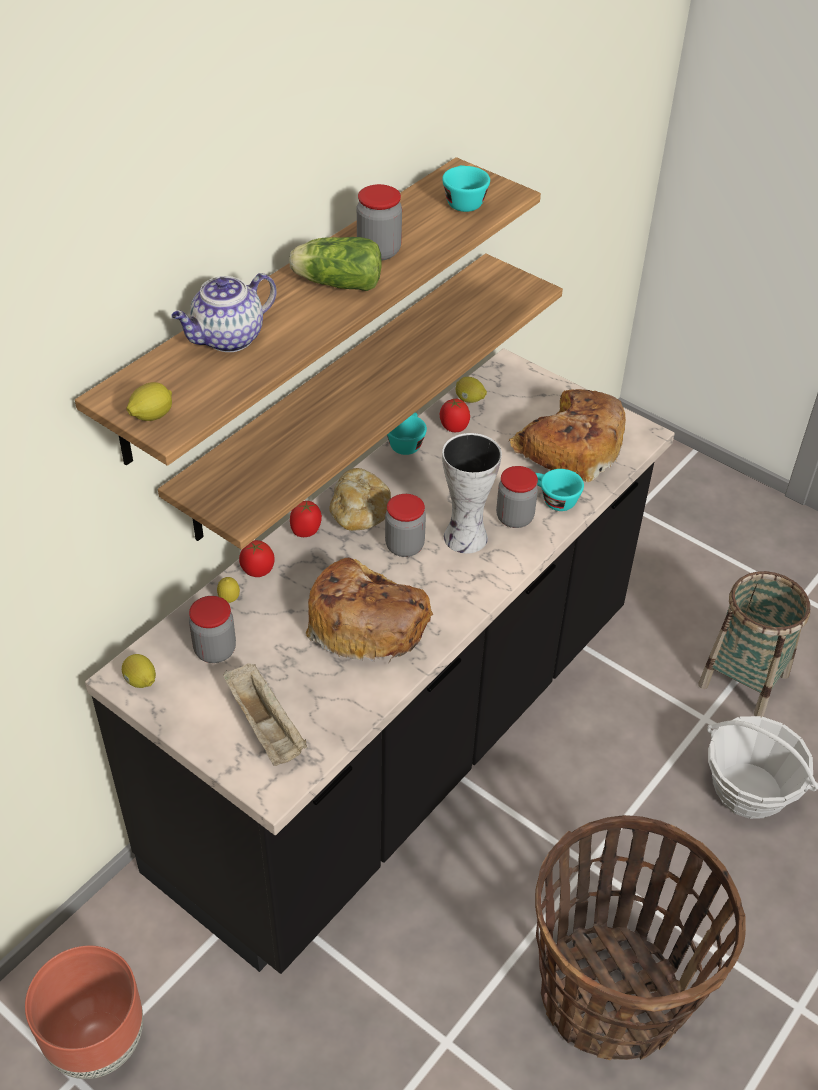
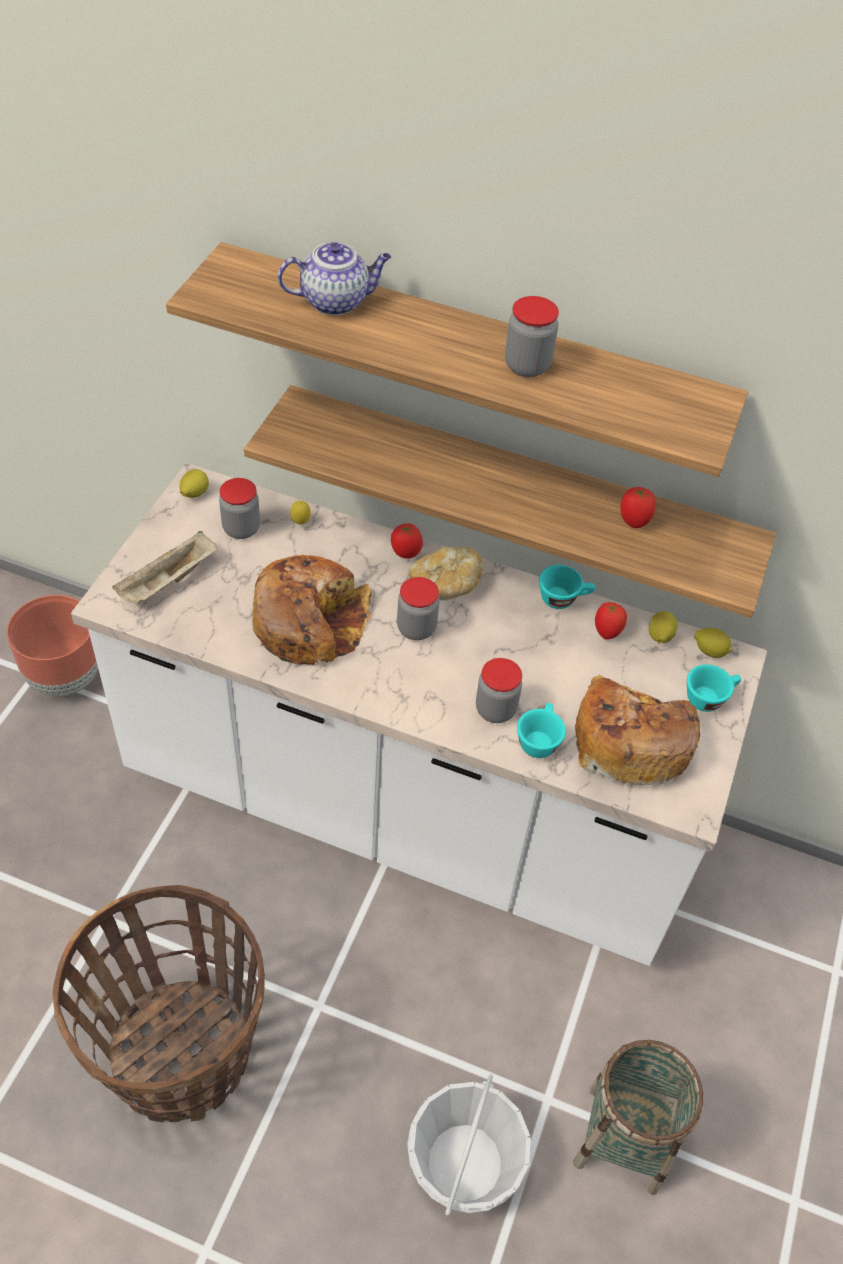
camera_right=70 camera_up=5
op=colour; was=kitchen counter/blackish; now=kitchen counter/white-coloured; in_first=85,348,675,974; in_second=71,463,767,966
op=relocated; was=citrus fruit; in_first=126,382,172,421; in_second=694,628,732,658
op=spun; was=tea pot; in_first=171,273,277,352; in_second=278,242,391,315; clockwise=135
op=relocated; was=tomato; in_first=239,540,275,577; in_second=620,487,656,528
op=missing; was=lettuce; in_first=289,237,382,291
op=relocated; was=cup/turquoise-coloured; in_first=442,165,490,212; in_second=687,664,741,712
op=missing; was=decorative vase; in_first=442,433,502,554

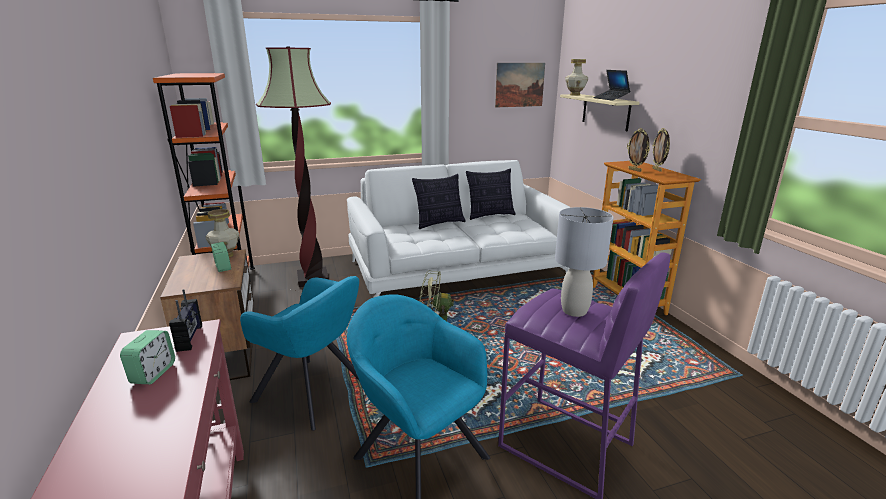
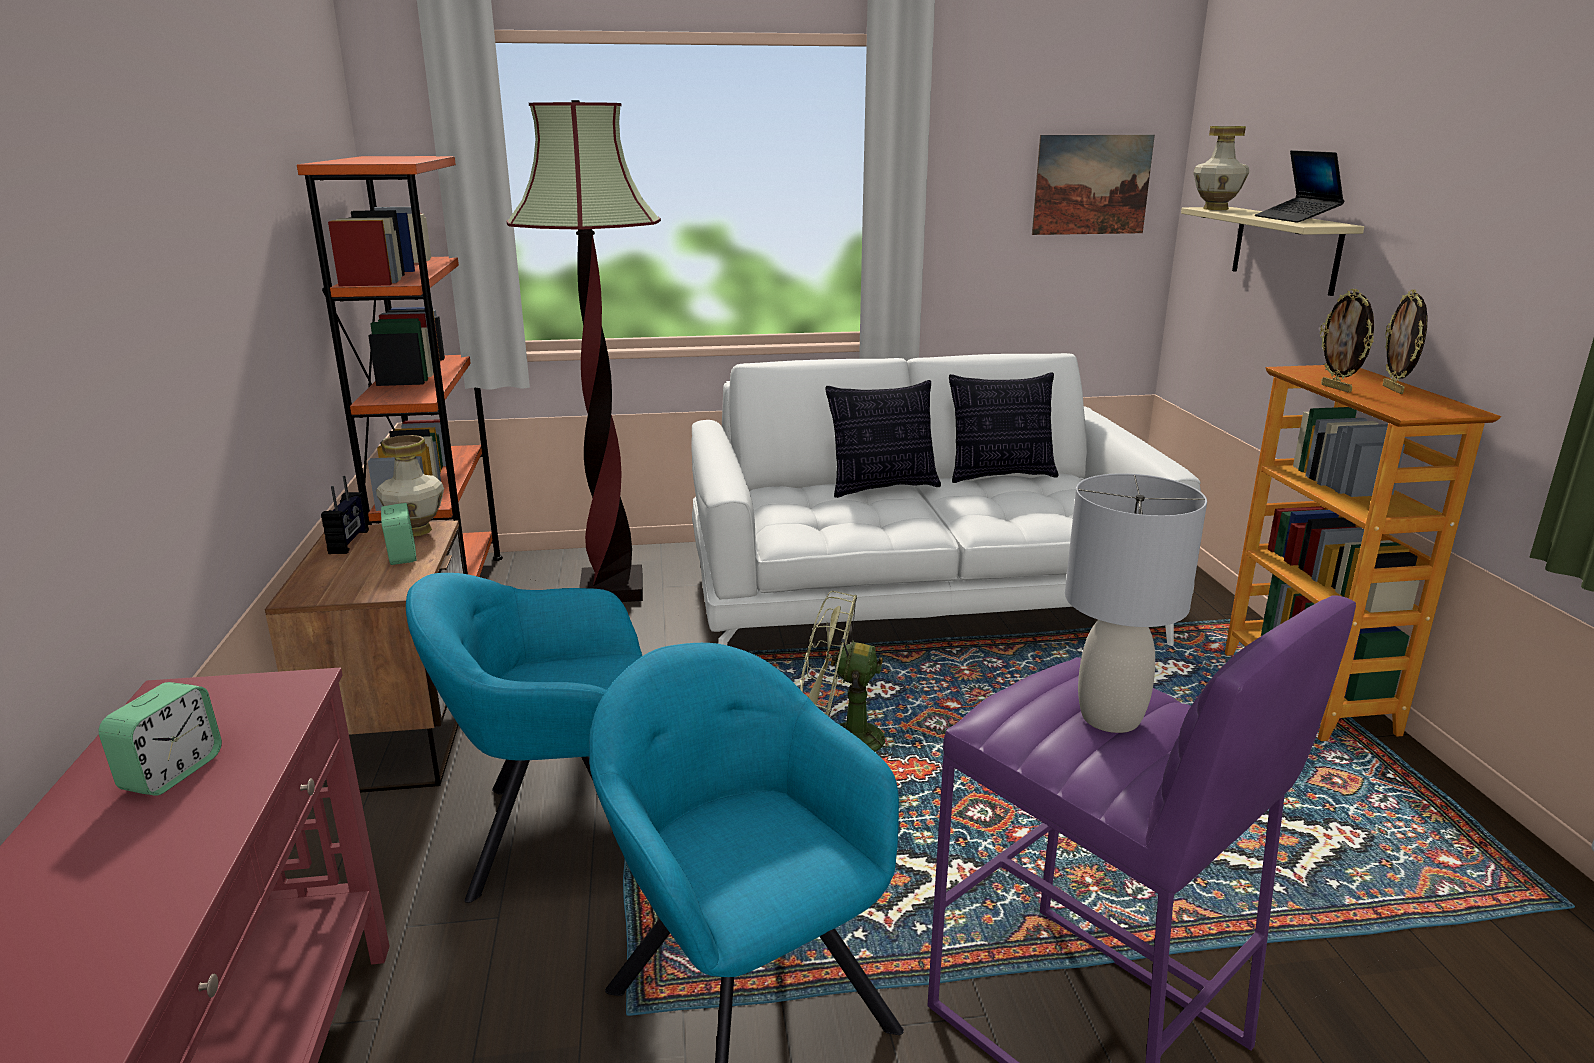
camera_right=10 camera_up=0
op=relocated; was=radio; in_first=169,289,202,352; in_second=321,476,369,554
op=spun; was=easy chair/turquoise-coloured; in_first=240,276,359,431; in_second=406,573,642,903; clockwise=135

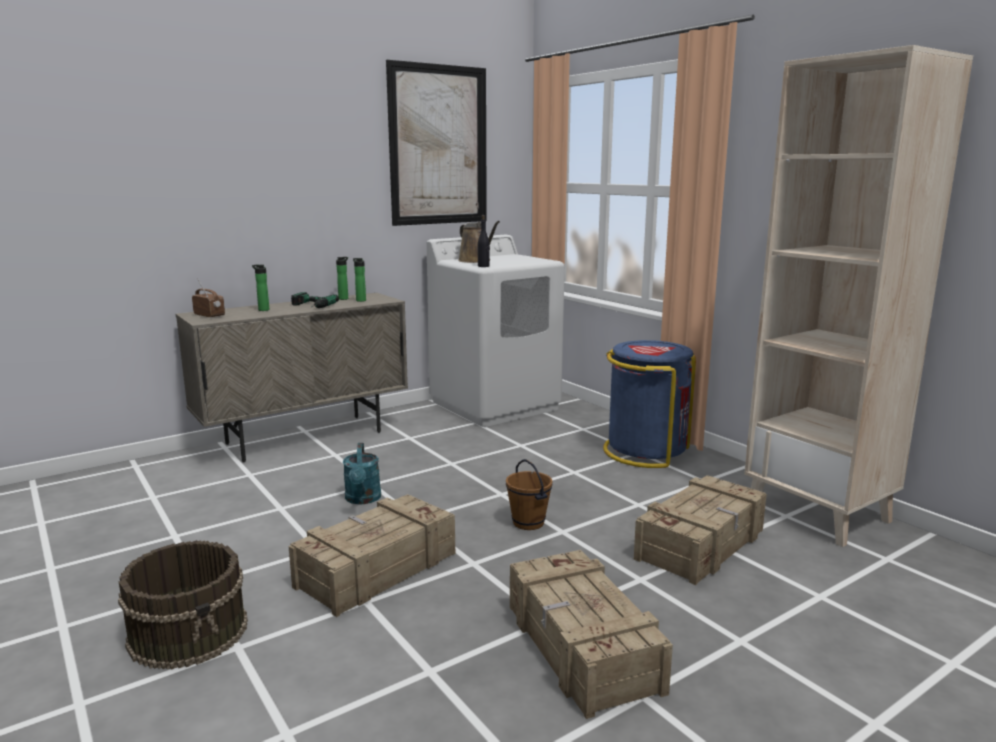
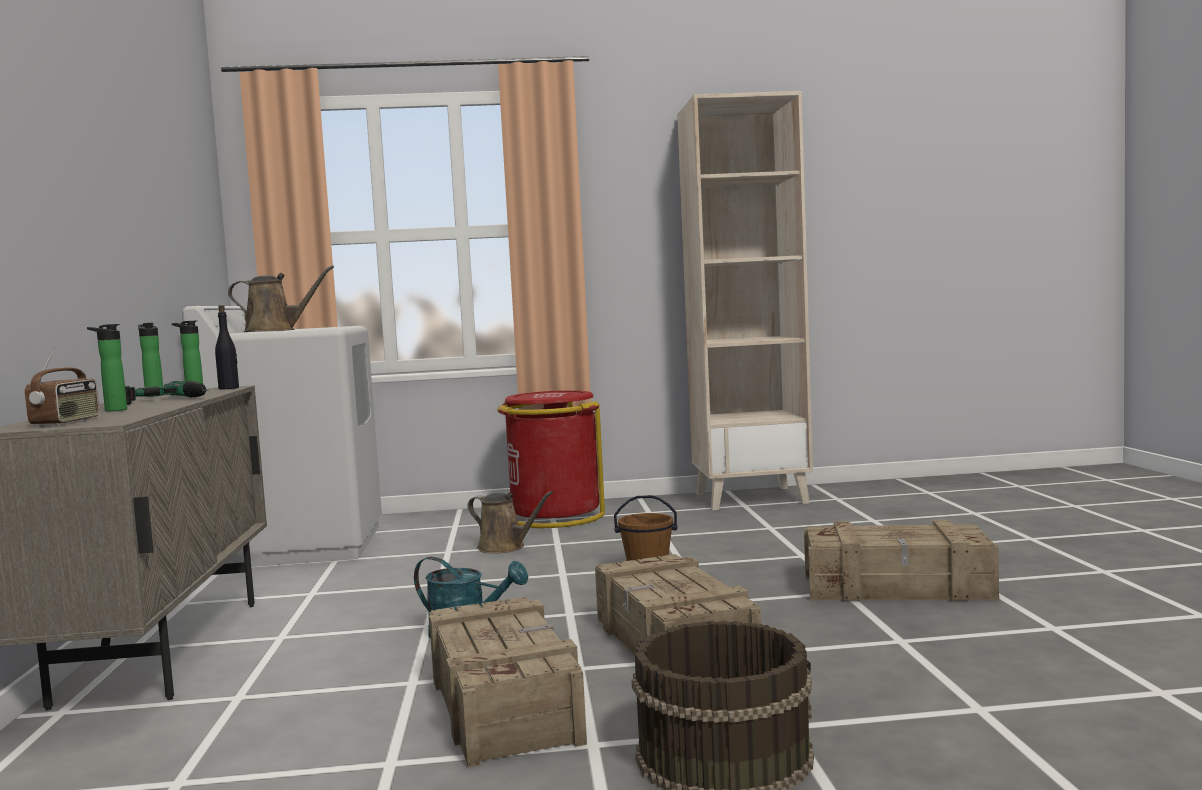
camera_right=-60 camera_up=-10
op=spun; was=radio; in_first=192,278,225,318; in_second=25,346,99,426; clockwise=120
op=missing; was=wall art; in_first=386,60,487,226
op=relocated; was=drink bottle/blackish; in_first=478,215,490,267; in_second=215,305,239,389
op=colour; was=trash can/blue; now=trash can/red; in_first=603,340,696,468; in_second=497,390,605,528
op=relocated; was=crate; in_first=634,475,767,585; in_second=429,597,587,768
op=appeared; now=watering can/brown-coloured; in_second=468,491,553,554

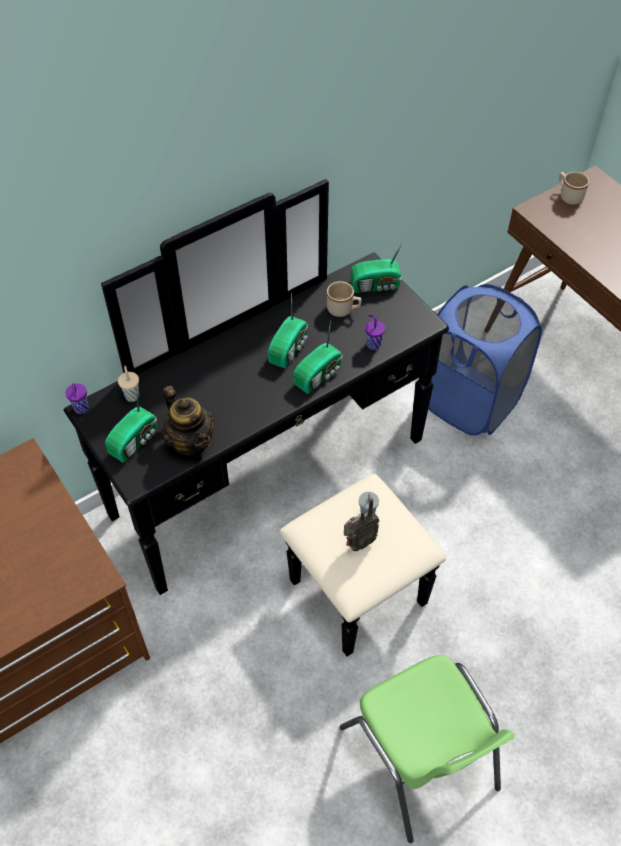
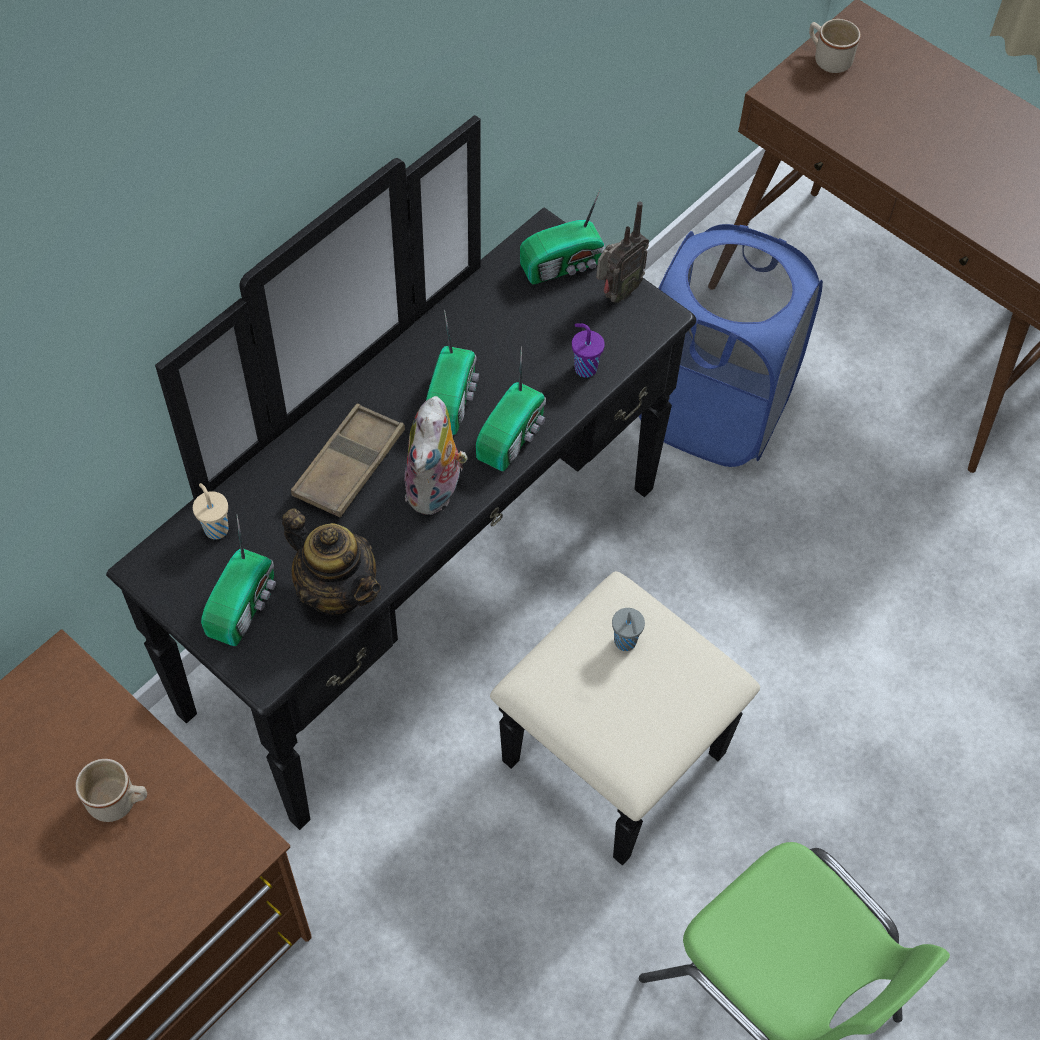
camera_right=-15 camera_up=5
op=missing; was=cup/purple; in_first=65,383,88,414
op=relocated; was=coffee mug/beige-coloured; in_first=327,281,362,317; in_second=76,759,147,822
op=relocated; was=radio; in_first=344,498,379,551; in_second=596,201,649,303
op=appeared; now=tray/brown-coloured; in_second=291,403,405,518
op=appeared; now=cuddly toy; in_second=405,396,468,515

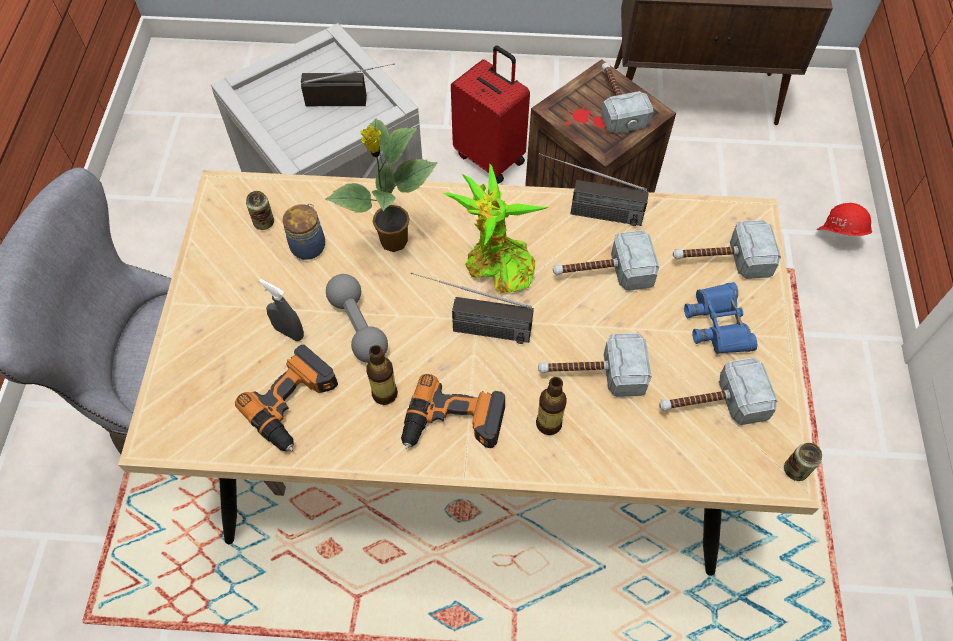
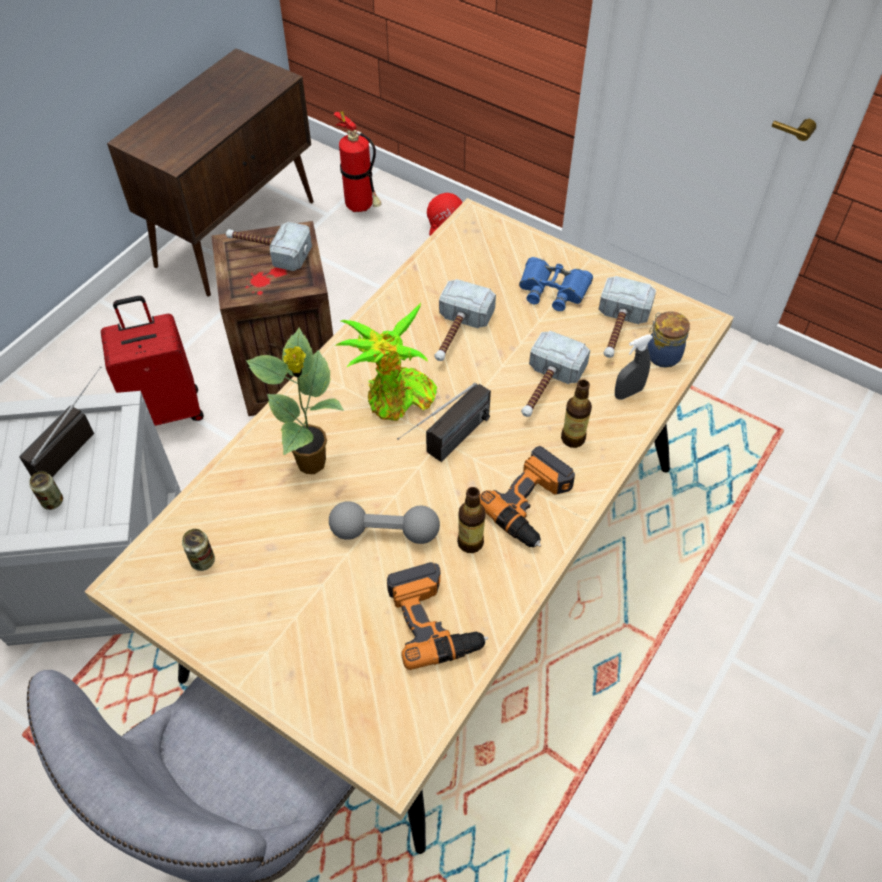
camera_right=-60 camera_up=-5
op=relocated; was=hand sprayer/greyish; in_first=259,279,304,341; in_second=615,335,653,400
op=relocated; was=preserve jar; in_first=283,204,325,260; in_second=647,311,690,368
op=missing; was=radio; in_first=538,153,649,226
op=missing; was=hammer; in_first=673,220,781,279
op=relocated; was=can; in_first=784,443,822,481; in_second=29,471,63,510
op=appeared; now=extinguisher; in_second=334,111,382,212

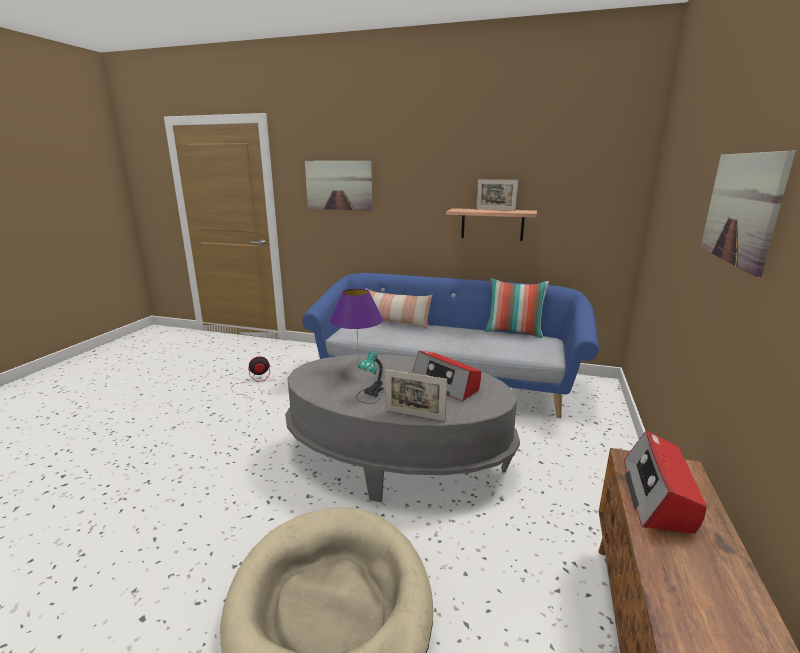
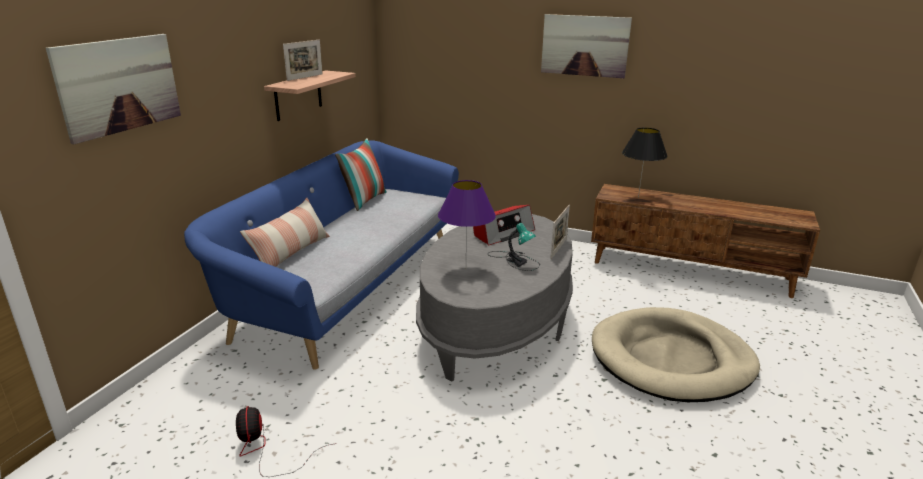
camera_right=-85 camera_up=5
op=exchanged; was=radio; now=lamp for a table/blackish; in_first=624,431,707,534; in_second=622,128,668,198

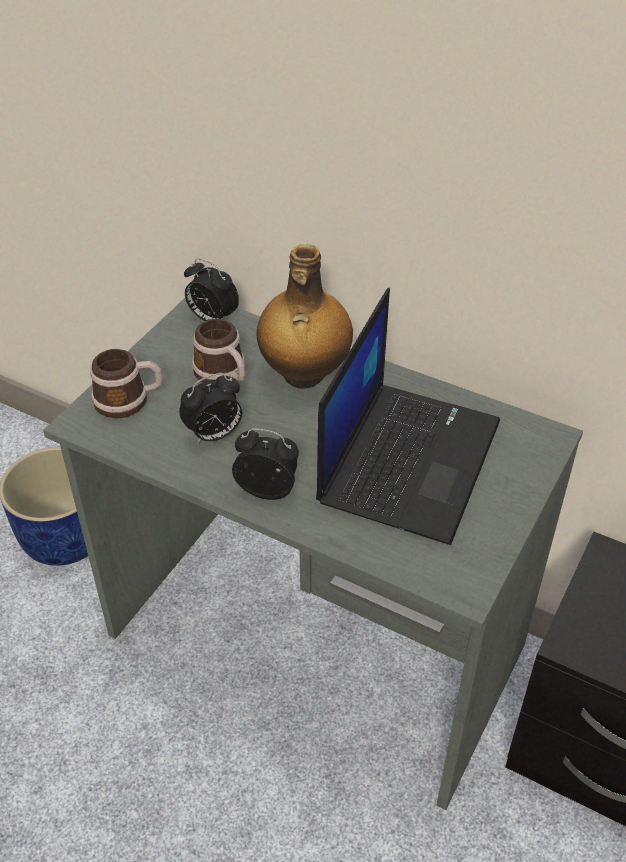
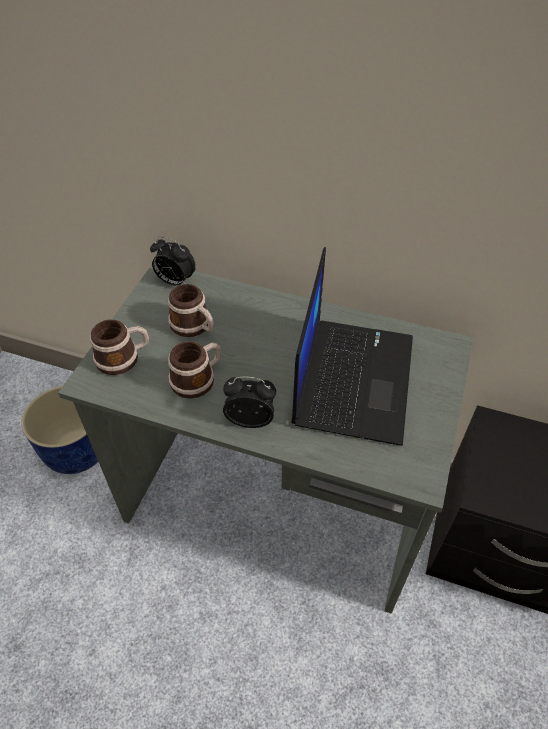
camera_right=-10 camera_up=5
op=exchanged; was=bedside clock; now=coffee mug; in_first=179,373,242,444; in_second=168,341,221,399
op=missing; was=drink bottle; in_first=256,244,353,389

